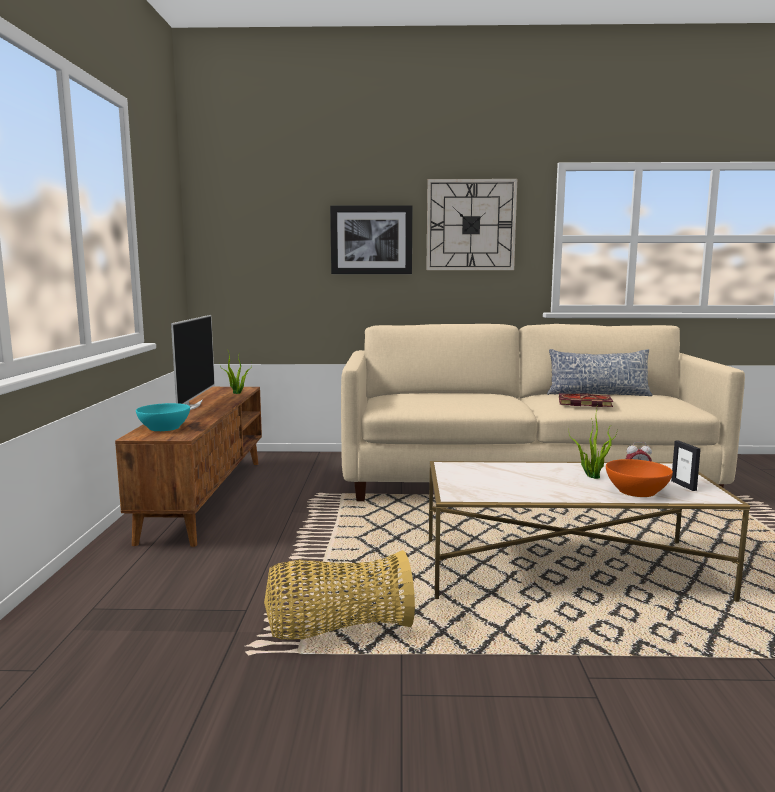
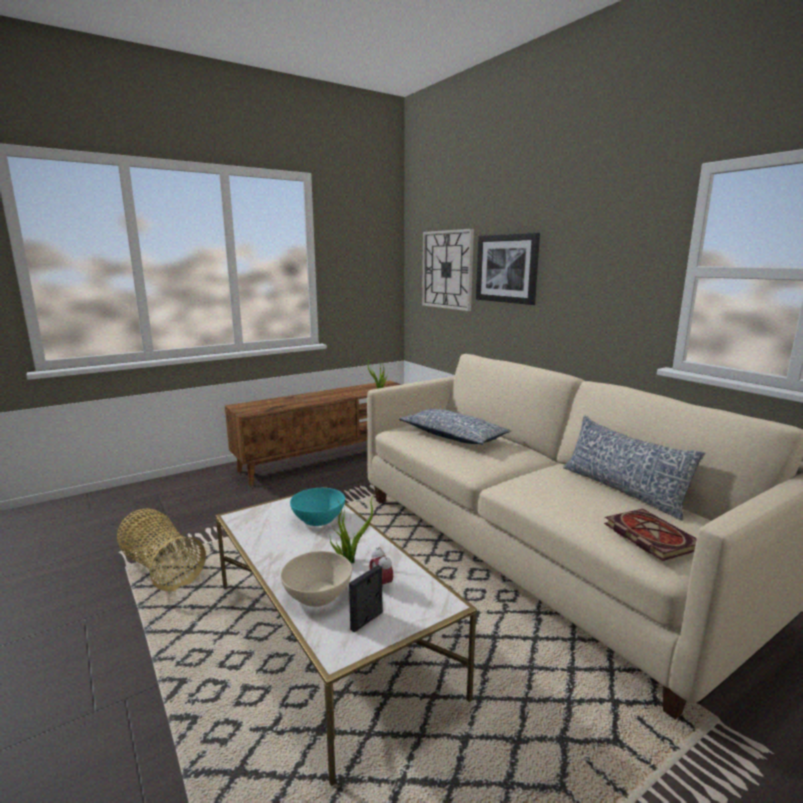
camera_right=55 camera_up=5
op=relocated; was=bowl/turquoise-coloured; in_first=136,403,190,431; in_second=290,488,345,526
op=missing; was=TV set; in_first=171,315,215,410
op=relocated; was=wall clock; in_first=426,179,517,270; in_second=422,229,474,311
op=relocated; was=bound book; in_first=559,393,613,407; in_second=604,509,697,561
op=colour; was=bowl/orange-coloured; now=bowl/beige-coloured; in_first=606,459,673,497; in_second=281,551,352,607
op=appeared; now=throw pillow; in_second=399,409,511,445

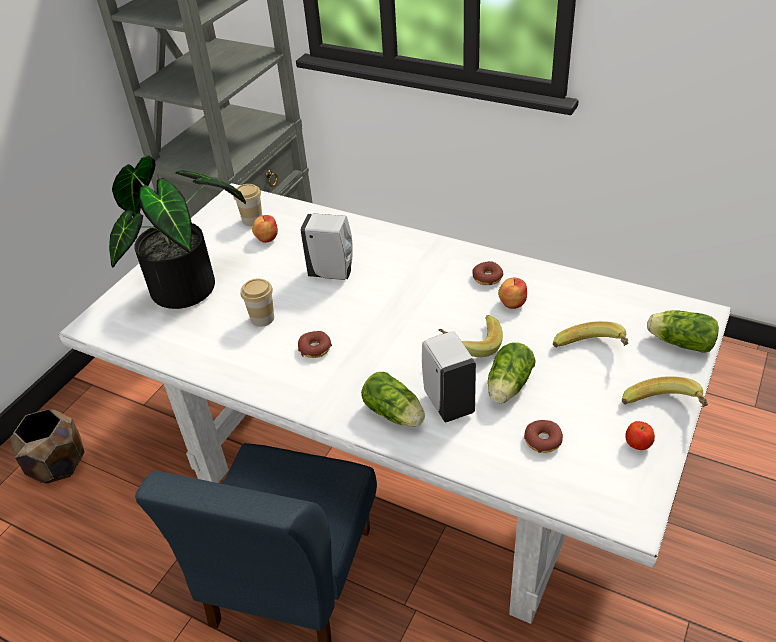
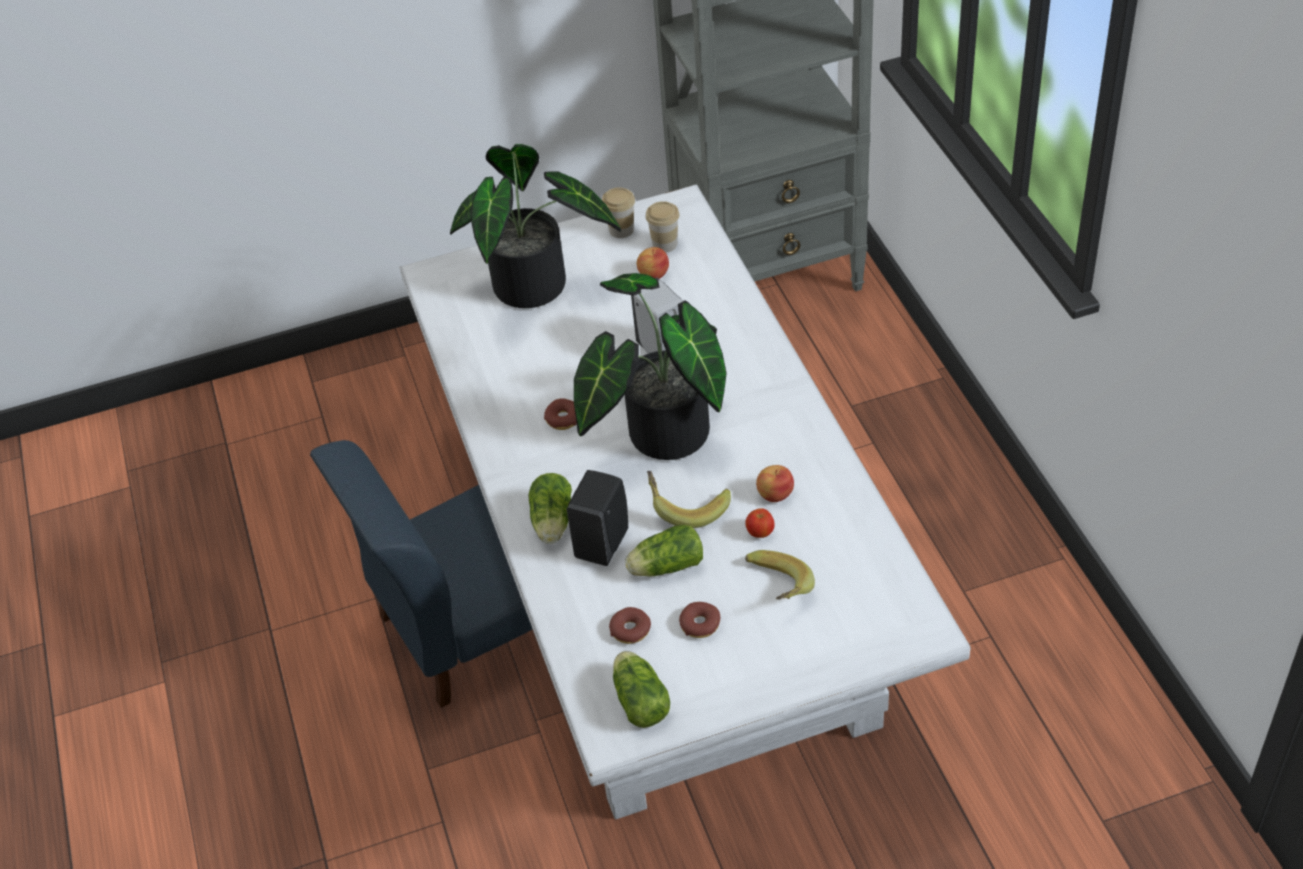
camera_right=45 camera_up=5
op=missing; was=plant pot/brown-coloured; in_first=10,409,85,483
op=relocated; was=cup; in_first=240,279,274,327; in_second=602,187,635,238
op=colour; was=soap bottle/white-coloured; now=soap bottle/blackish; in_first=422,331,476,422; in_second=567,470,628,566
op=relocated; was=ring doughnut; in_first=472,261,503,285; in_second=679,602,720,638
op=missing; was=banana; in_first=622,376,708,407
op=relocated; was=apple; in_first=625,421,655,450; in_second=745,508,775,538
op=relocated; was=lettuce; in_first=647,310,719,353; in_second=613,651,670,728
op=appeared; now=potted plant; in_second=574,273,727,460

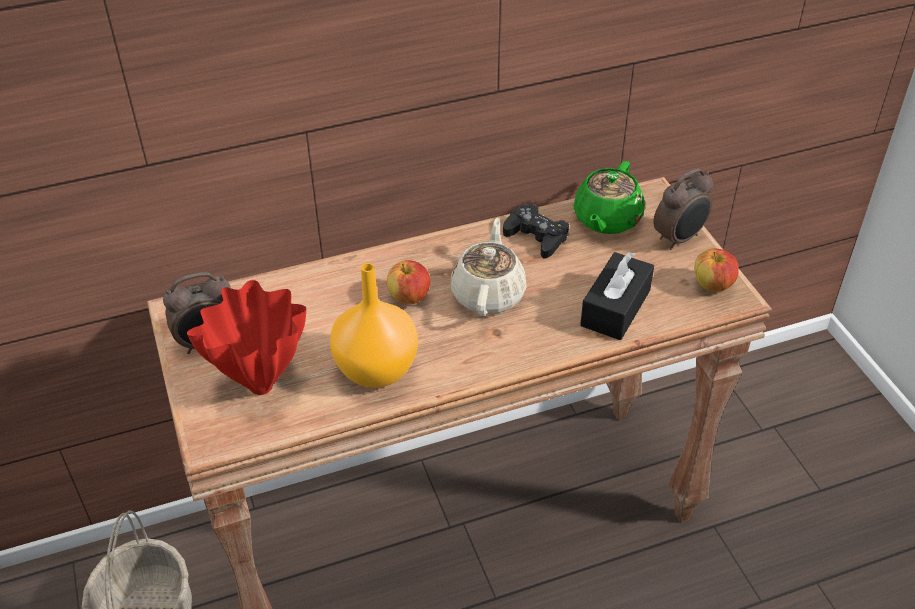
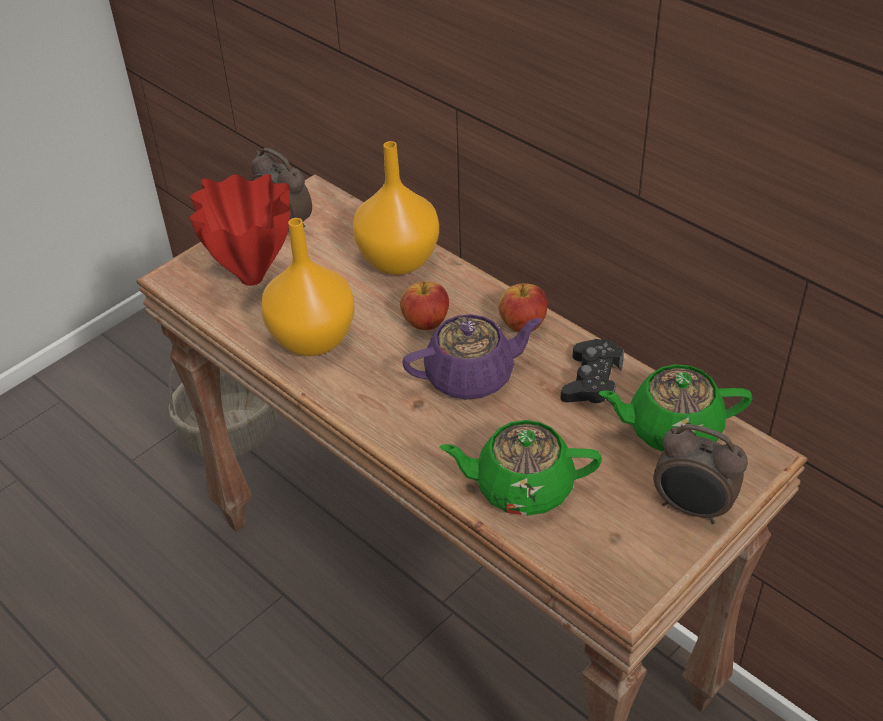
camera_right=65 camera_up=0
op=colour; was=tea pot/beige-coloured; now=tea pot/purple; in_first=451,218,527,316; in_second=402,314,543,400
op=exchanged; was=tissue holder/blackish; now=tea pot/green-coloured; in_first=580,252,654,340; in_second=439,420,602,516
op=relocated; was=apple; in_first=694,248,739,291; in_second=498,283,547,332
op=appeared; now=decorative vase/orange-coloured; in_second=353,141,439,275

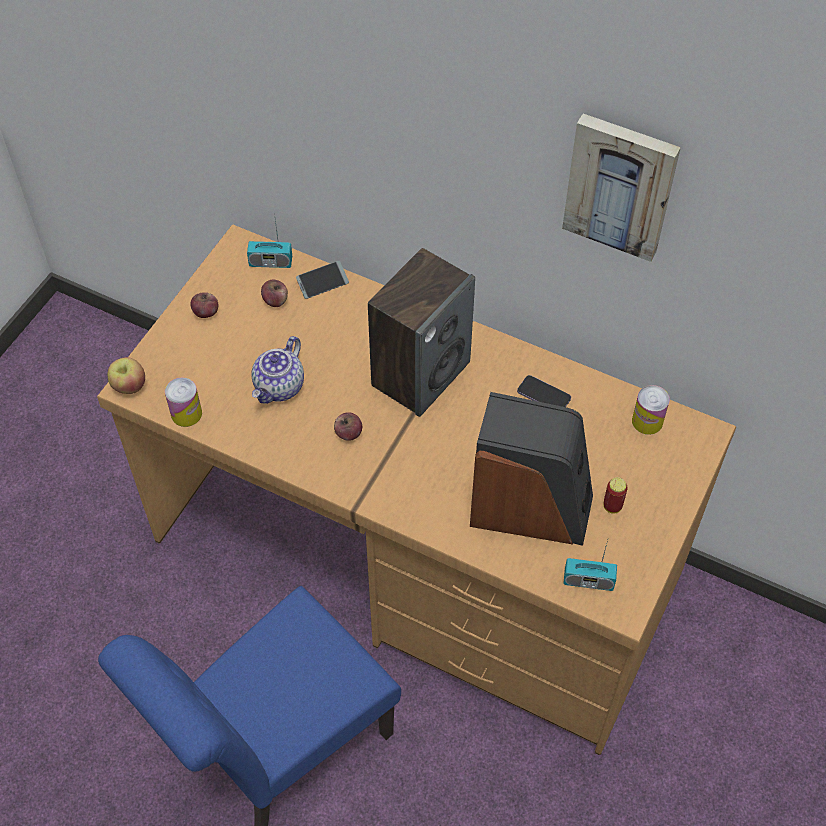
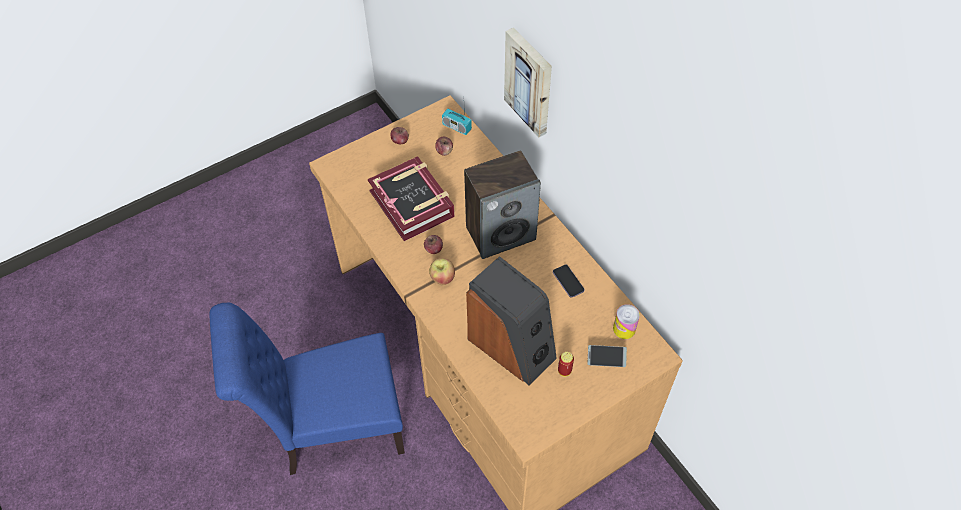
camera_right=30 camera_up=0
op=relocated; was=apple; in_first=108,357,145,394; in_second=429,258,455,285
op=missing; was=can; in_first=165,378,202,427
op=exchanged; was=tea pot; now=bound book; in_first=252,336,304,404; in_second=368,156,455,241
op=relocated; was=telephone; in_first=296,261,349,299; in_second=588,345,627,367
op=relocated; was=wall art; in_first=562,114,681,262; in_second=504,28,552,137
op=missing; was=radio; in_first=563,540,617,591

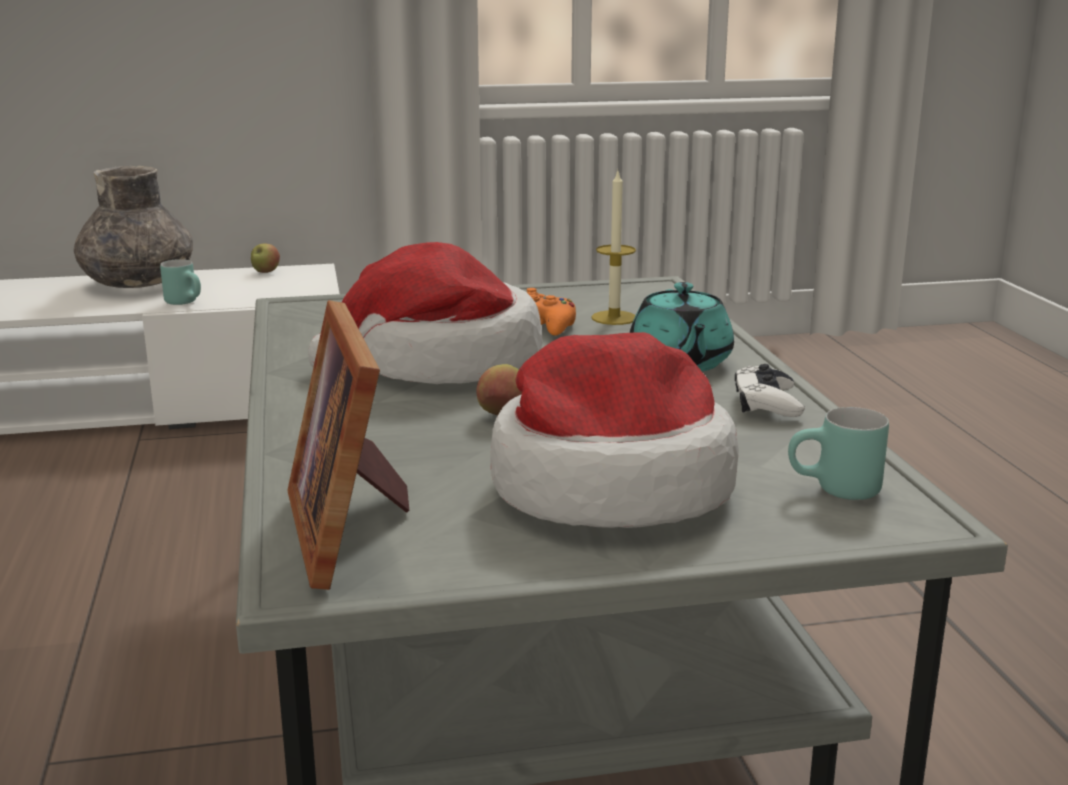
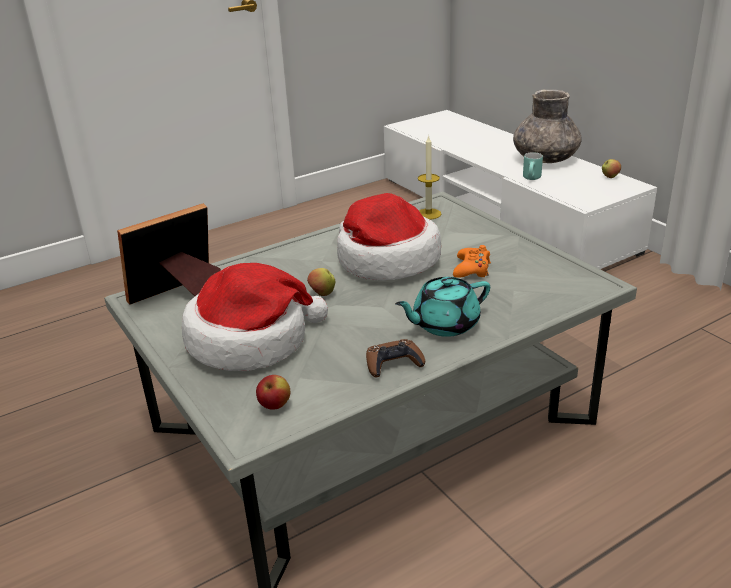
camera_right=70 camera_up=10
op=relocated; was=wax candle; in_first=591,171,636,325; in_second=418,135,441,220
op=colour; was=game controller/white-coloured; now=game controller/brown-coloured; in_first=735,364,805,417; in_second=366,339,425,378
op=exchanged; was=coffee mug/turquoise-coloured; now=apple; in_first=788,407,889,500; in_second=256,375,290,410

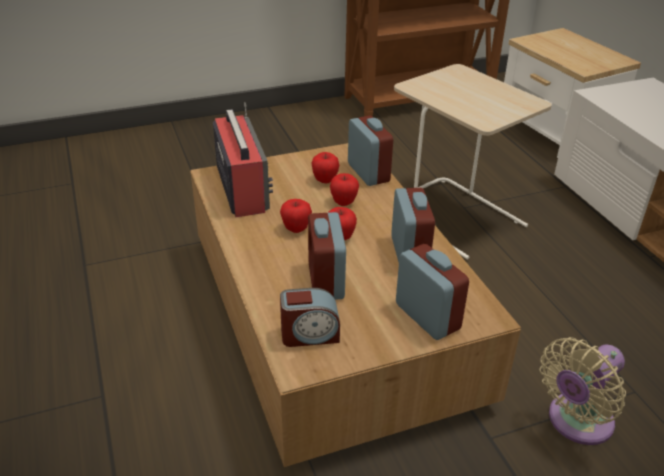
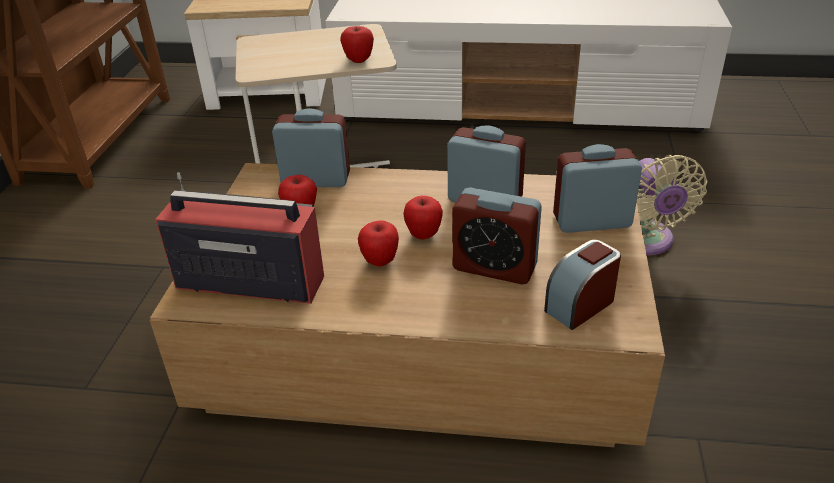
camera_right=-60 camera_up=0
op=spun; was=bedside clock; in_first=280,288,340,347; in_second=544,240,621,330; clockwise=-150
op=relocated; was=apple; in_first=330,173,359,206; in_second=340,26,374,63

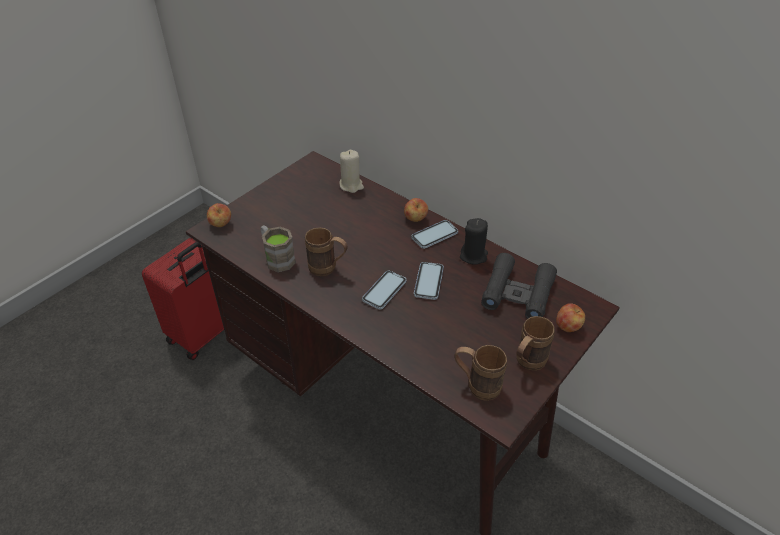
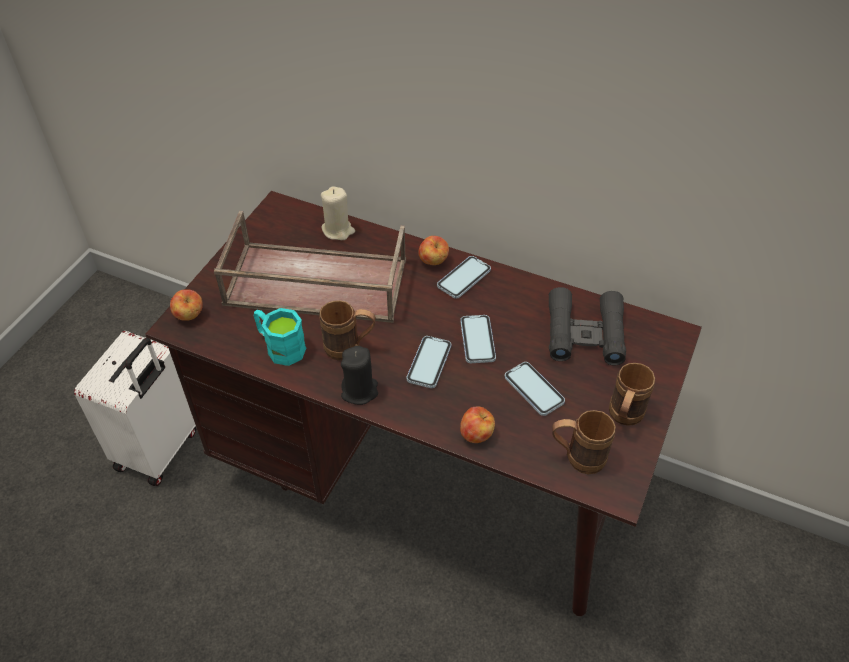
camera_right=-15 camera_up=5
op=colour; was=suitcase/red; now=suitcase/white-coloured; in_first=142,238,224,360; in_second=74,331,196,486
op=colour; was=coffee mug/brown-coloured; now=coffee mug/turquoise-coloured; in_first=261,225,296,272; in_second=254,308,306,366
op=relocated; was=wax candle/blackish; in_first=460,218,488,265; in_second=341,346,378,405
op=relocated; was=apple; in_first=556,303,585,332; in_second=460,407,495,443
op=appeared; now=tray/brown-coloured; in_second=214,211,406,323
op=appeared; now=telephone; in_second=505,362,565,416

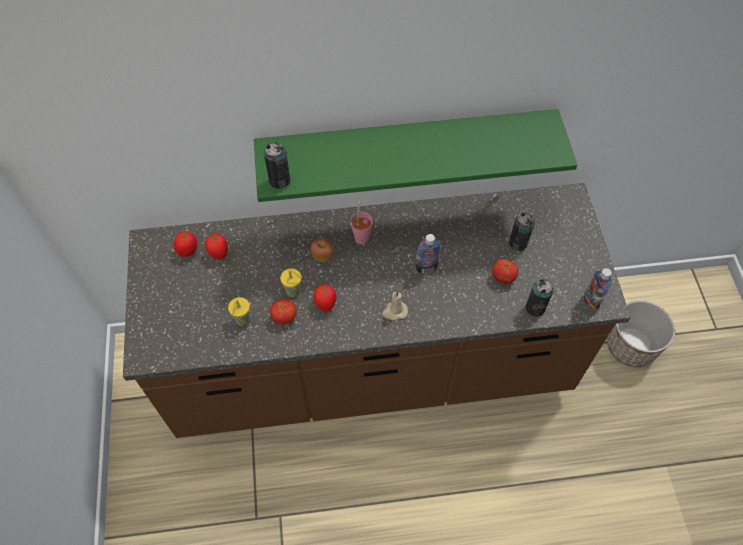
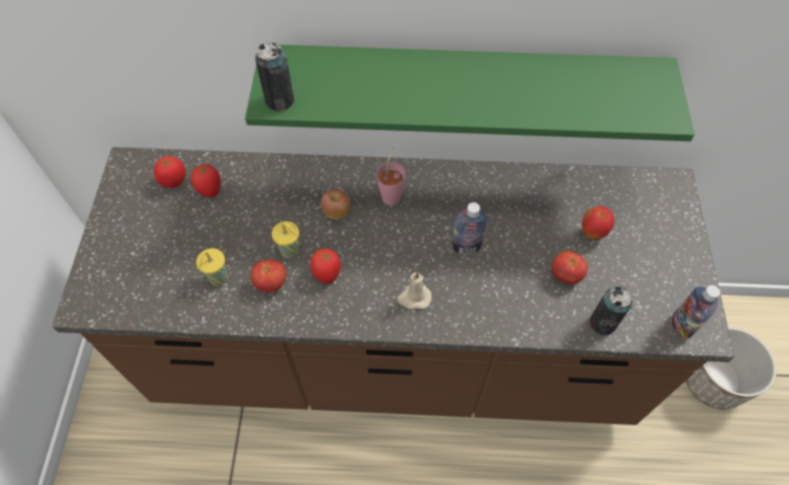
camera_right=10 camera_up=0
op=exchanged; was=can; now=apple; in_first=509,213,534,251; in_second=582,206,614,240

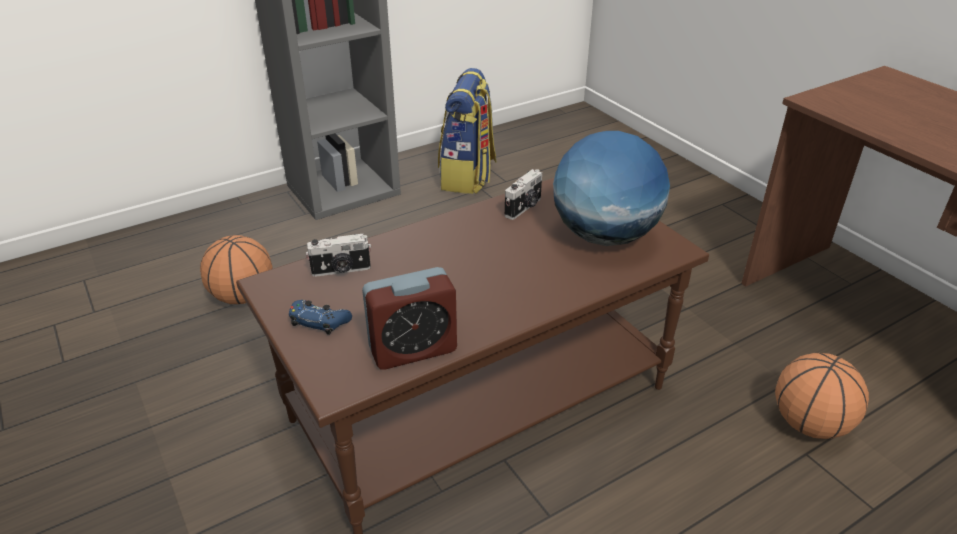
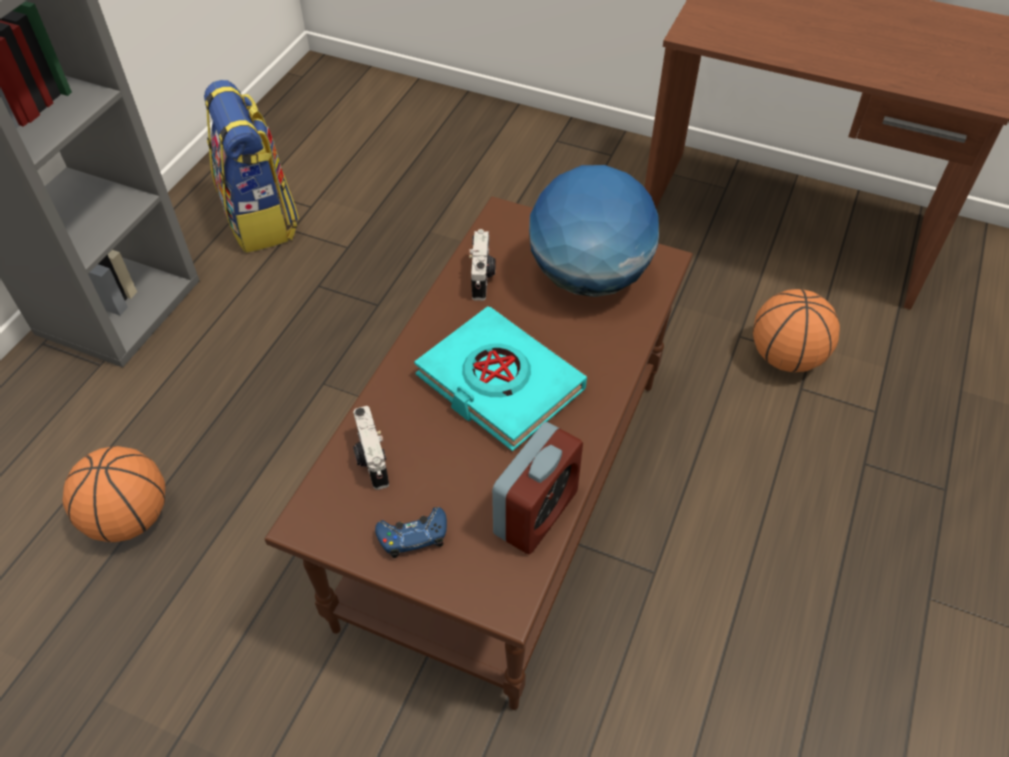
camera_right=-35 camera_up=15
op=spun; was=photo camera; in_first=306,234,371,277; in_second=353,406,389,490; clockwise=120
op=appeared; now=bound book/turquoise-coloured; in_second=414,306,587,451

